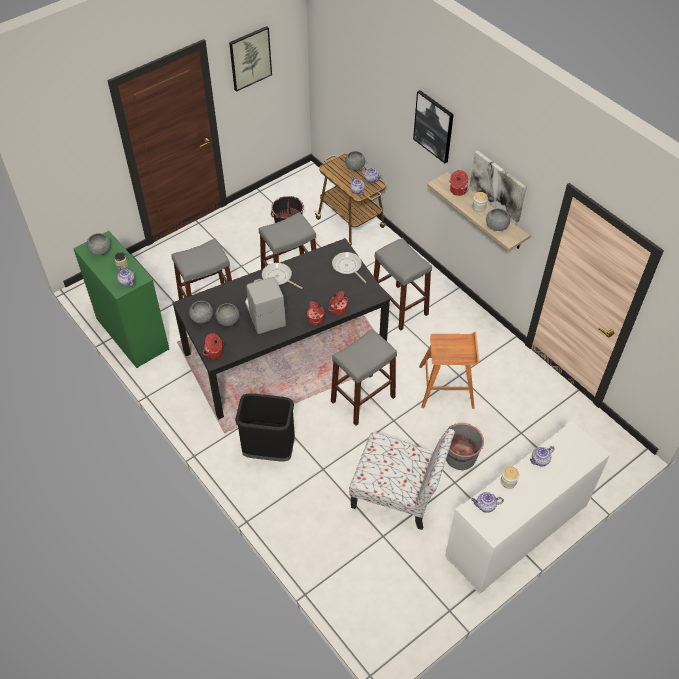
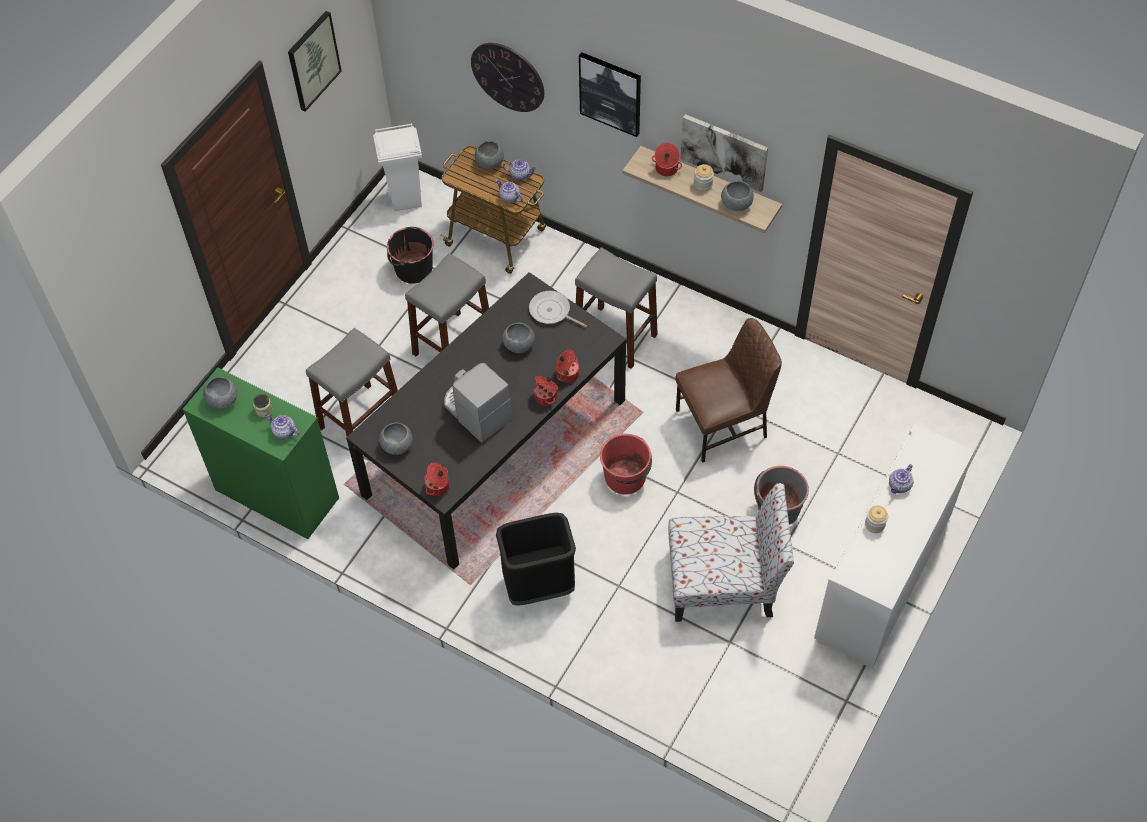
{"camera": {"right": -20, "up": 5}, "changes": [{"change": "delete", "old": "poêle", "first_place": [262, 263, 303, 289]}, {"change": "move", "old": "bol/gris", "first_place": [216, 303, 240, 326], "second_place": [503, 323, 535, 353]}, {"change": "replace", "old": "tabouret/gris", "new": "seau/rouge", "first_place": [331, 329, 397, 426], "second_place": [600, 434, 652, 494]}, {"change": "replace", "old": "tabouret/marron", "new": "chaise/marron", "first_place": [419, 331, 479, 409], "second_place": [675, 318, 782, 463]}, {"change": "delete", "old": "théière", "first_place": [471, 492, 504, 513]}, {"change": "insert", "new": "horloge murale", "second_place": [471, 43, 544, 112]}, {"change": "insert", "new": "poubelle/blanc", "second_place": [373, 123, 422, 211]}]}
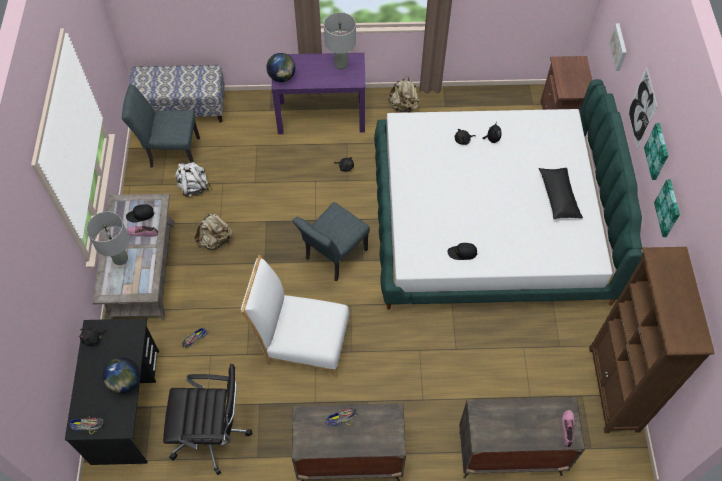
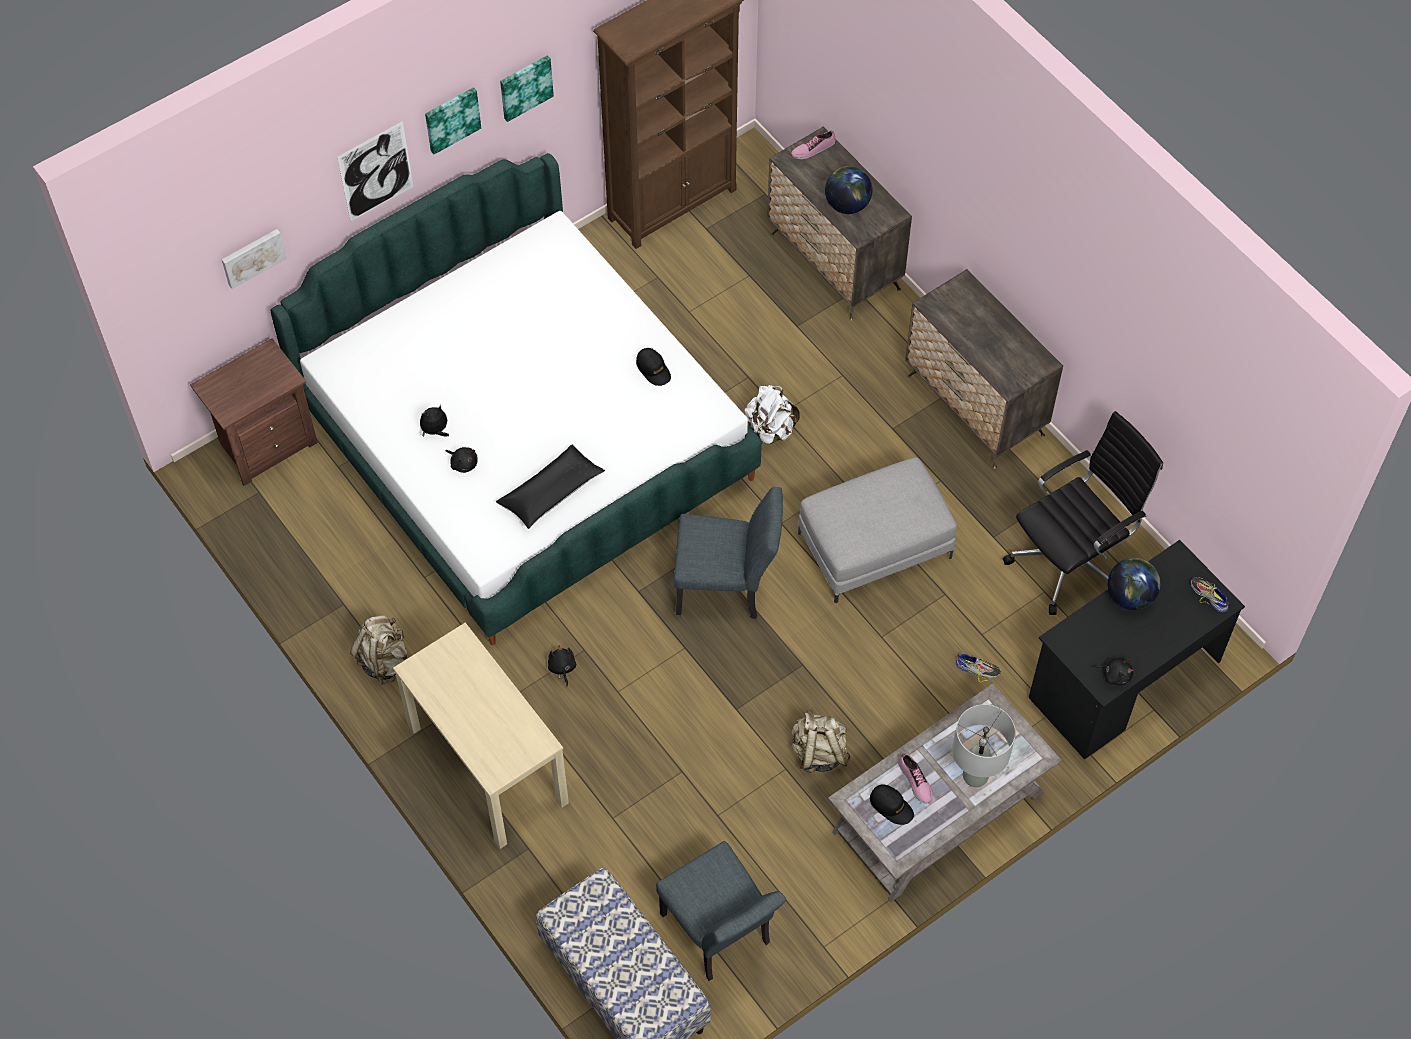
{"camera": {"right": -125, "up": 0}, "changes": [{"change": "delete", "old": "lampe de table/gris", "first_place": [324, 12, 356, 69]}, {"change": "move", "old": "globe", "first_place": [267, 53, 295, 82], "second_place": [825, 166, 872, 214]}, {"change": "recolor", "old": "table console/violet", "new": "table console/beige", "first_place": [271, 53, 366, 134], "second_place": [393, 623, 569, 849]}, {"change": "move", "old": "sac à dos/blanc", "first_place": [175, 162, 210, 197], "second_place": [745, 385, 800, 445]}, {"change": "move", "old": "coussin/noir", "first_place": [538, 168, 583, 219], "second_place": [496, 445, 605, 529]}, {"change": "replace", "old": "chaise/blanc", "new": "pouf/gris", "first_place": [241, 255, 351, 377], "second_place": [798, 457, 957, 603]}, {"change": "rotate", "old": "chaise de bureau/noir", "first_place": [163, 364, 253, 475], "second_place": [1003, 411, 1163, 615], "degrees": 90}, {"change": "delete", "old": "chaussure", "first_place": [326, 408, 357, 426]}]}
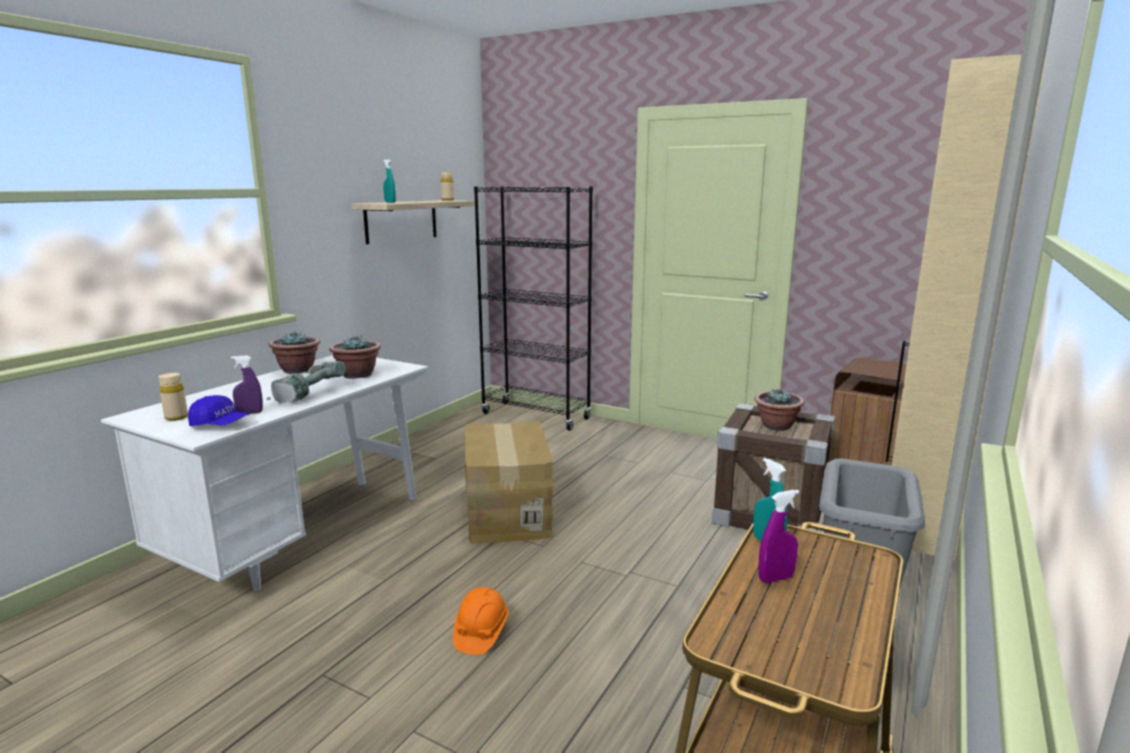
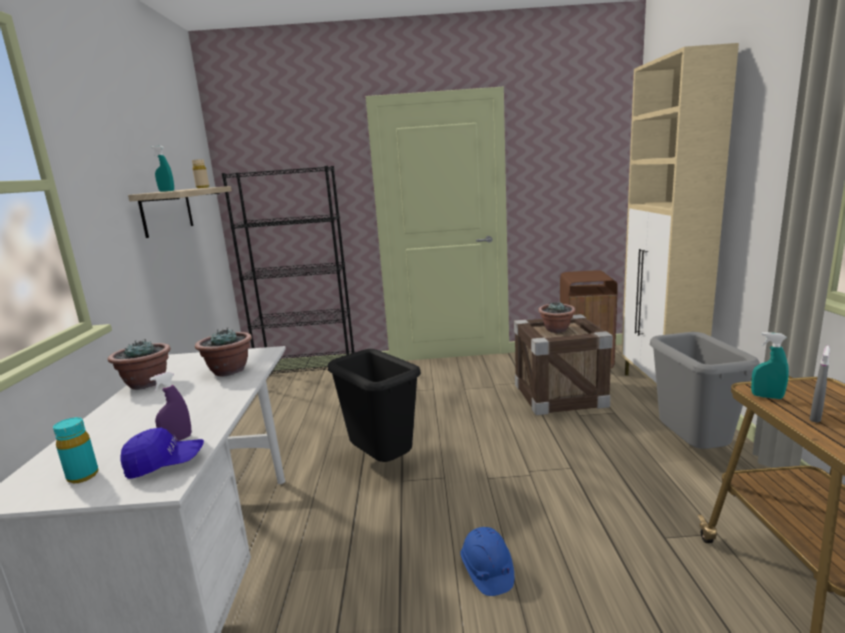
{"camera": {"right": -30, "up": 0}, "changes": [{"change": "delete", "old": "perceuse", "first_place": [266, 361, 346, 402]}, {"change": "recolor", "old": "bouteille/beige", "new": "bouteille/turquoise", "first_place": [159, 373, 188, 421], "second_place": [53, 417, 99, 483]}, {"change": "replace", "old": "carton", "new": "poubelle/noir", "first_place": [464, 421, 554, 544], "second_place": [328, 349, 421, 462]}, {"change": "recolor", "old": "vaporisateur/violet", "new": "vaporisateur/gris", "first_place": [758, 490, 799, 583], "second_place": [809, 346, 830, 423]}, {"change": "recolor", "old": "casque de chantier/orange", "new": "casque de chantier/bleu", "first_place": [453, 587, 509, 655], "second_place": [461, 527, 514, 596]}]}
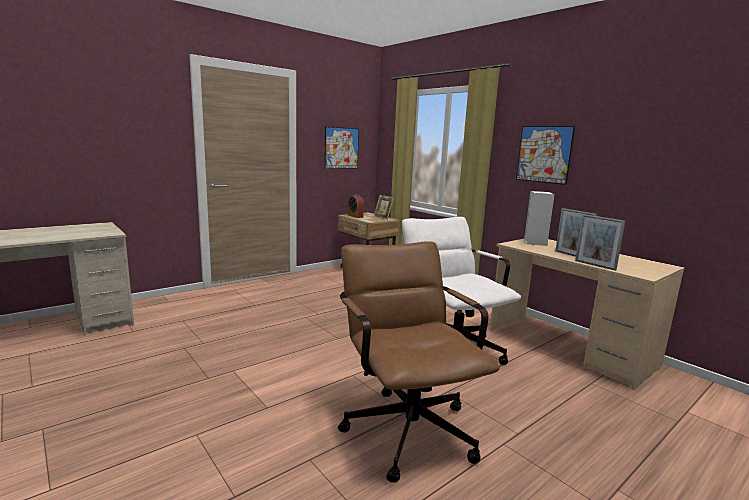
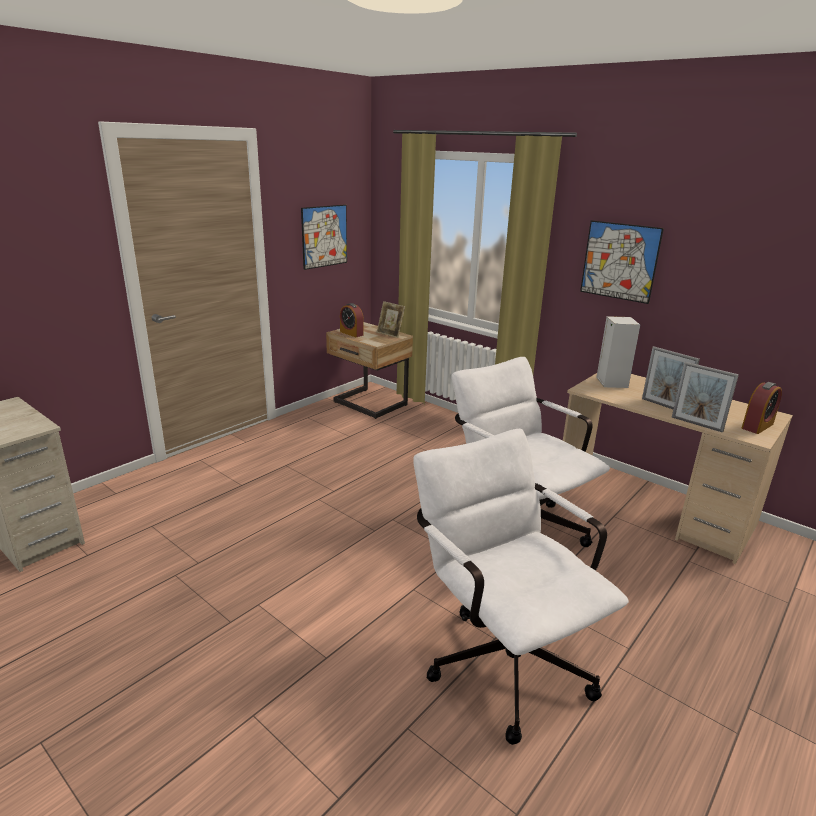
{"camera": {"right": -10, "up": 10}, "changes": [{"change": "recolor", "old": "chaise de bureau/marron", "new": "chaise de bureau/blanc", "first_place": [338, 241, 500, 483], "second_place": [413, 429, 629, 745]}, {"change": "insert", "new": "réveil", "second_place": [742, 382, 782, 434]}]}
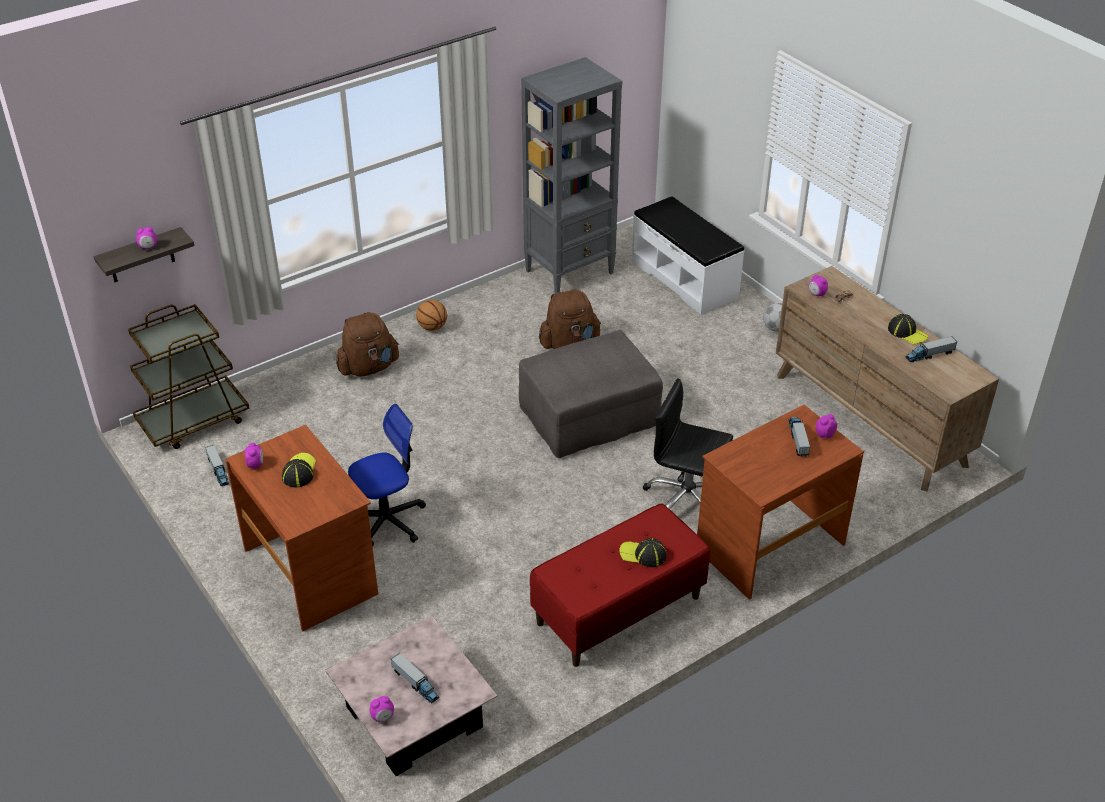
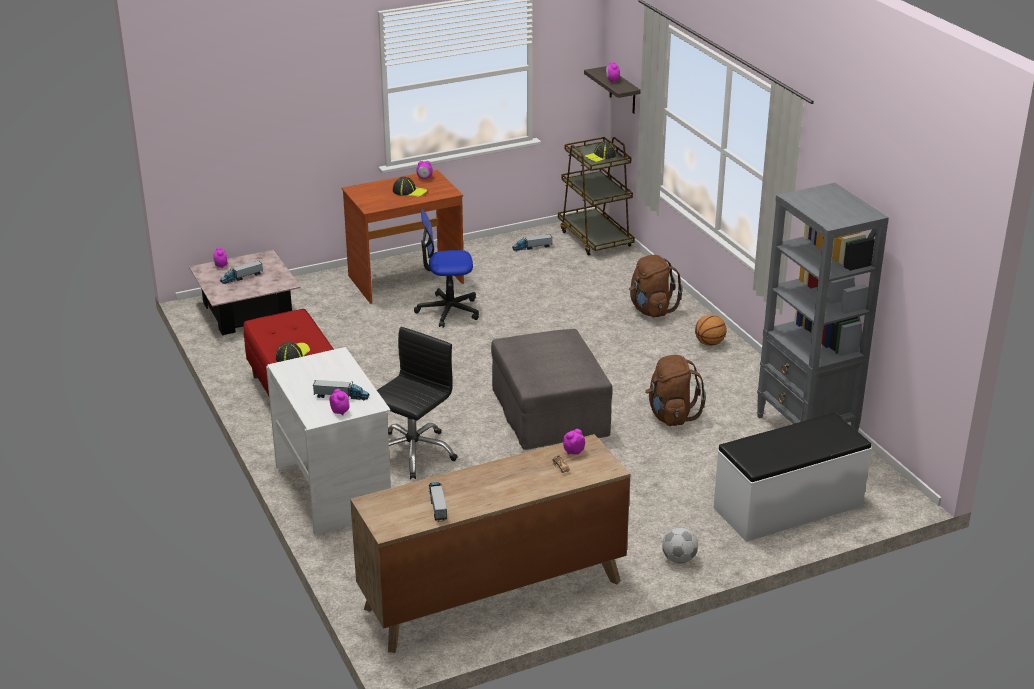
{"camera": {"right": 100, "up": -10}, "changes": [{"change": "move", "old": "casquette", "first_place": [888, 314, 928, 344], "second_place": [585, 141, 616, 162]}, {"change": "rotate", "old": "chaise de bureau", "first_place": [348, 404, 426, 547], "second_place": [414, 209, 479, 327], "degrees": 105}, {"change": "recolor", "old": "bureau/marron", "new": "bureau/blanc", "first_place": [697, 405, 864, 600], "second_place": [266, 347, 391, 535]}]}
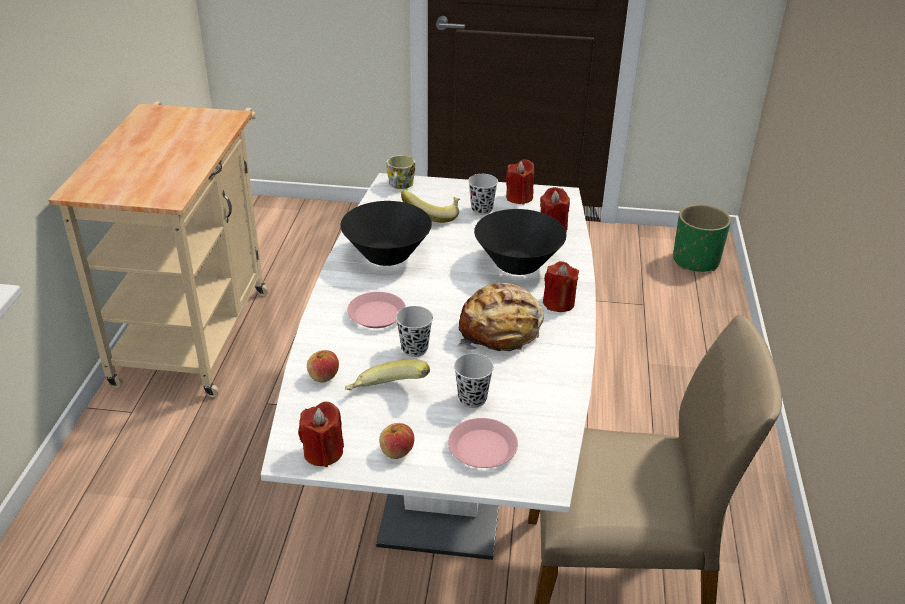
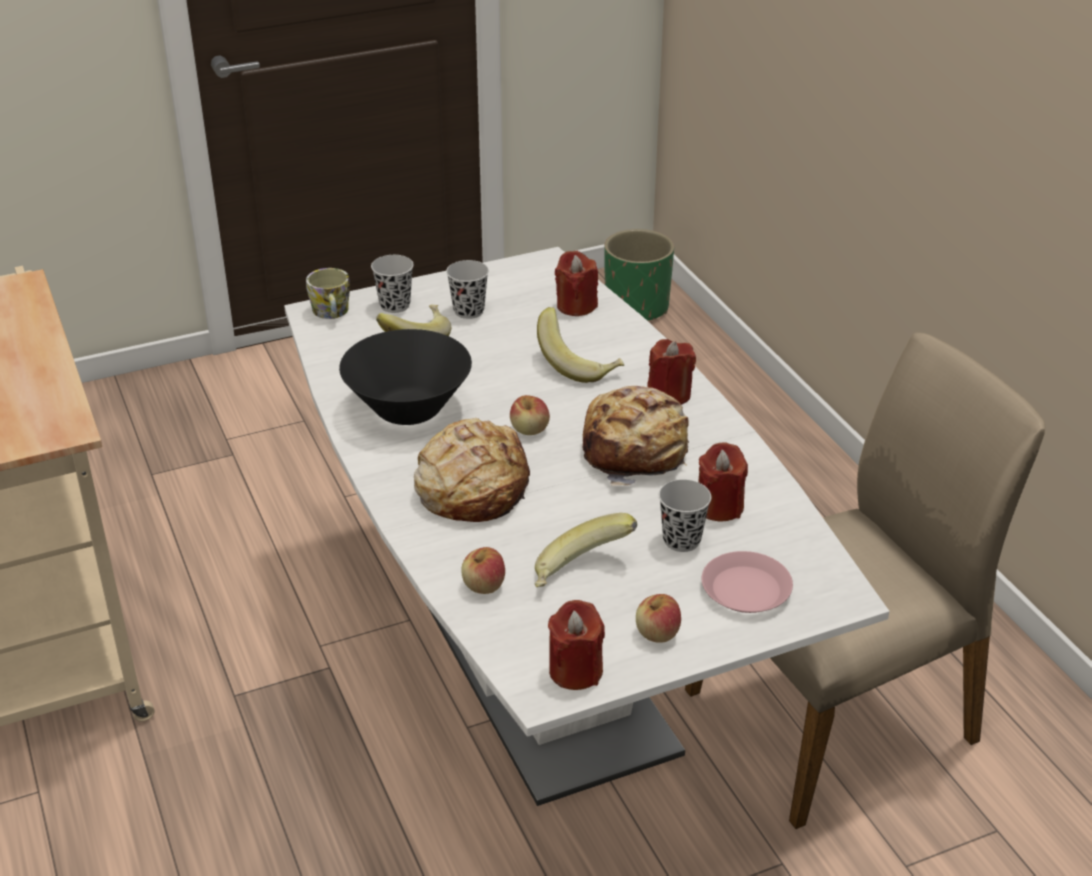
{"camera": {"right": -30, "up": 0}, "changes": [{"change": "move", "old": "bougie/rouge", "first_place": [506, 159, 534, 204], "second_place": [699, 442, 748, 522]}, {"change": "replace", "old": "bol/noir", "new": "banane", "first_place": [474, 209, 566, 275], "second_place": [537, 307, 624, 383]}, {"change": "replace", "old": "assiette/rose", "new": "pain", "first_place": [347, 292, 406, 328], "second_place": [414, 418, 530, 522]}, {"change": "move", "old": "tasse/noir", "first_place": [396, 306, 433, 357], "second_place": [371, 255, 414, 313]}, {"change": "insert", "new": "pomme", "second_place": [510, 395, 550, 435]}]}
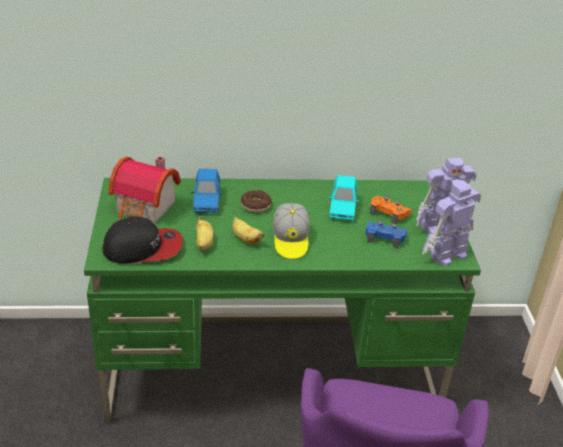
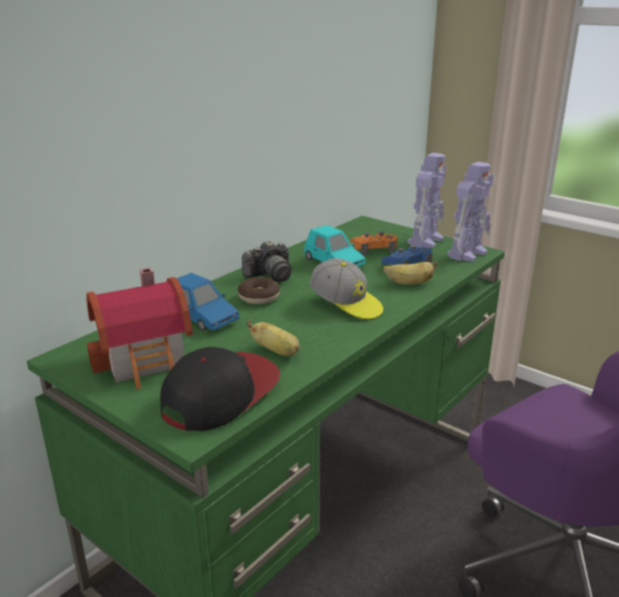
{"camera": {"right": -45, "up": -10}, "changes": [{"change": "rotate", "old": "robot jouet", "first_place": [422, 179, 481, 266], "second_place": [447, 162, 494, 262], "degrees": -150}, {"change": "move", "old": "banane", "first_place": [232, 217, 264, 244], "second_place": [383, 261, 438, 285]}, {"change": "insert", "new": "appareil photo", "second_place": [242, 241, 291, 282]}]}
